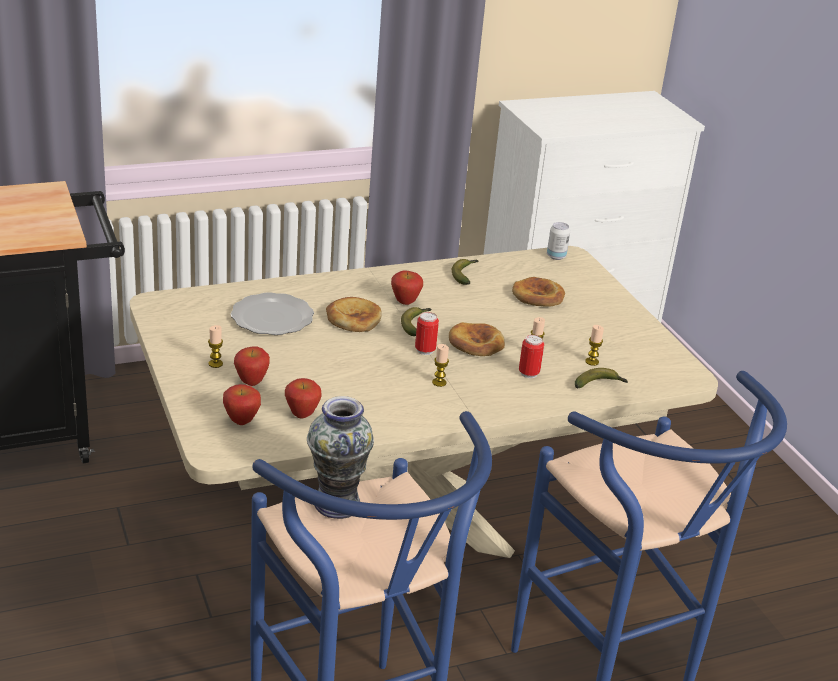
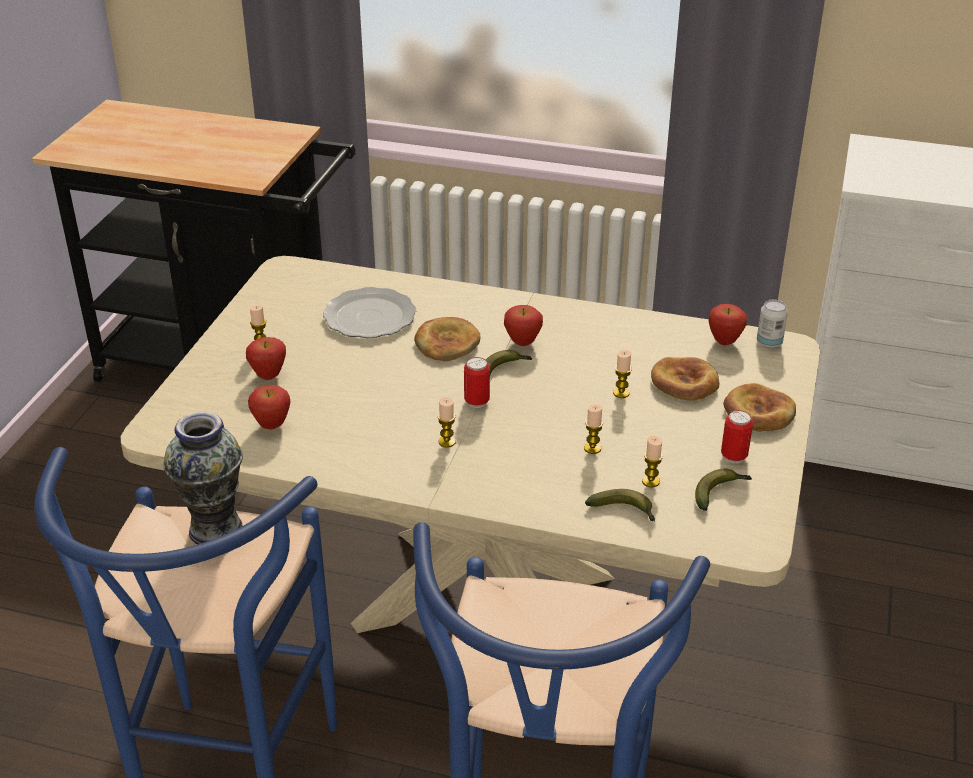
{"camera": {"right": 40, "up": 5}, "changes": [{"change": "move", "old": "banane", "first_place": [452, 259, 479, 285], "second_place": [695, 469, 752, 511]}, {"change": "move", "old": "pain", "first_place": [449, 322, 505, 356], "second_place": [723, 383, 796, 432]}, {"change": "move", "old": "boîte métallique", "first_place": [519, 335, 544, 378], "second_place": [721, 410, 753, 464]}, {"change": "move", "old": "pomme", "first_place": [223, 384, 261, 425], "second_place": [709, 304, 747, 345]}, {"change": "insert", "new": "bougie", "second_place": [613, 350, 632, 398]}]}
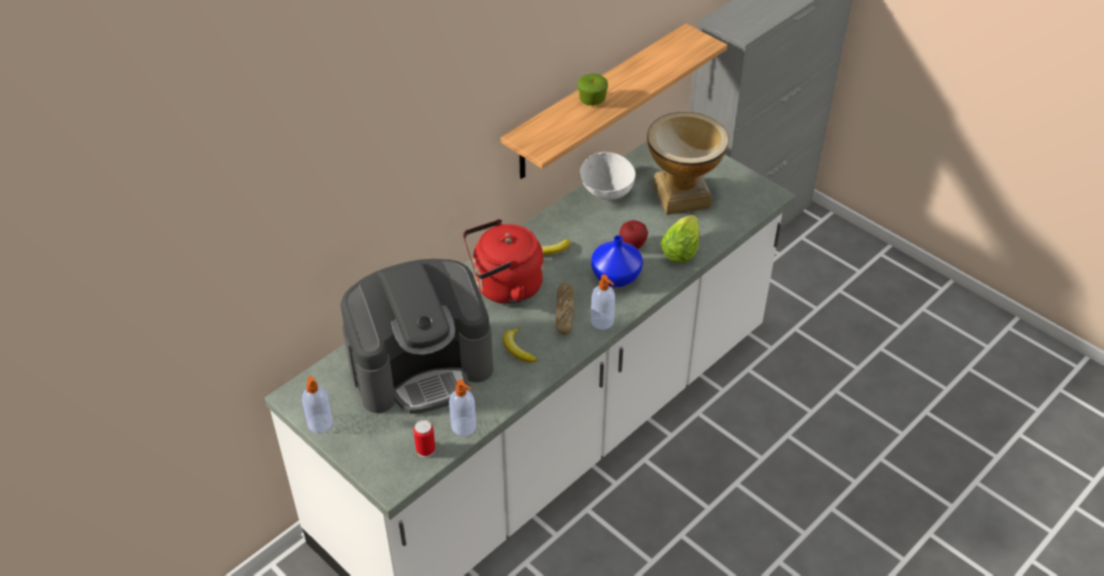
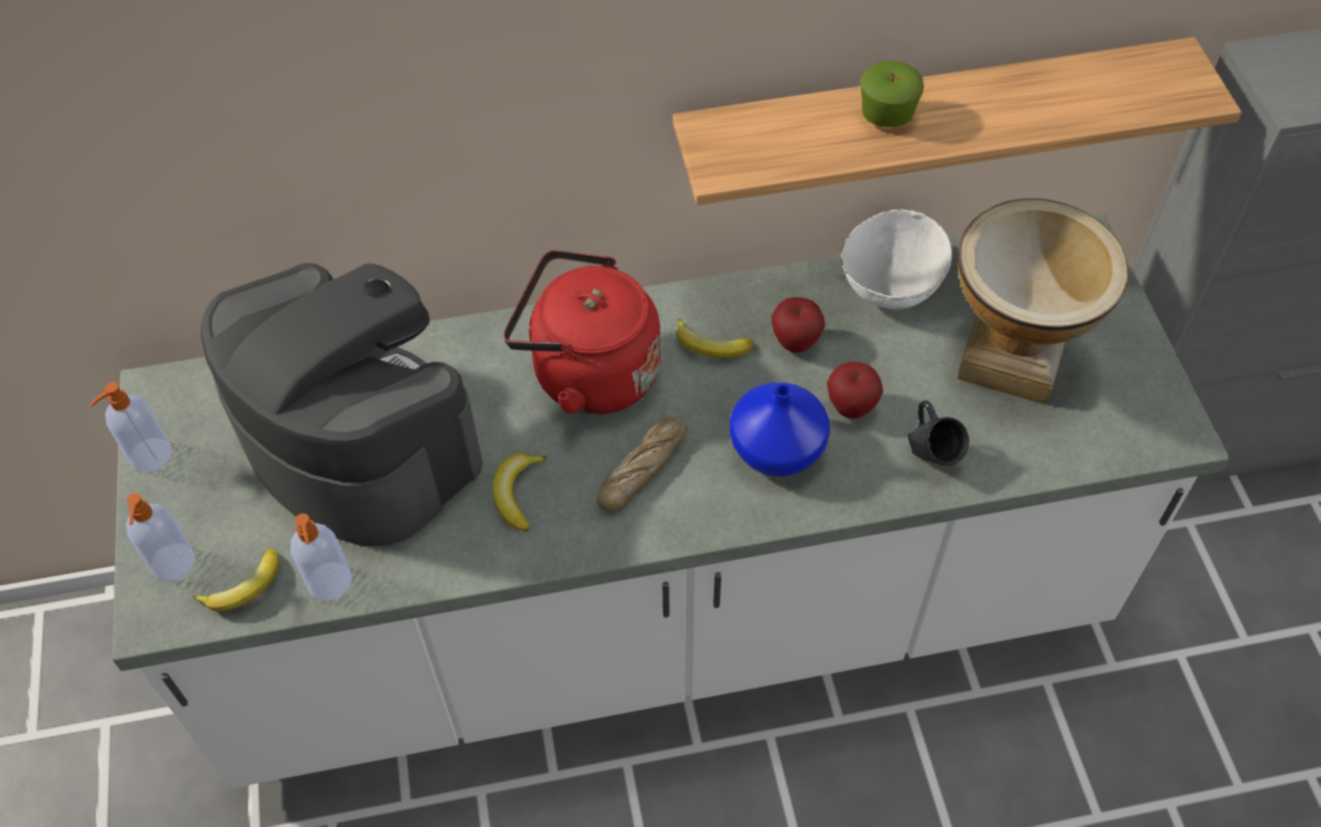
{"camera": {"right": 35, "up": 10}, "changes": [{"change": "replace", "old": "laitue", "new": "mug/bleu", "first_place": [660, 215, 699, 263], "second_place": [908, 400, 969, 466]}, {"change": "rotate", "old": "machine à café", "first_place": [340, 259, 493, 414], "second_place": [201, 263, 483, 547], "degrees": -150}, {"change": "move", "old": "distributeur de savon", "first_place": [591, 275, 615, 330], "second_place": [126, 493, 195, 581]}, {"change": "replace", "old": "boîte métallique", "new": "banane", "first_place": [413, 420, 435, 457], "second_place": [193, 548, 280, 611]}, {"change": "insert", "new": "pomme", "second_place": [771, 297, 825, 353]}]}
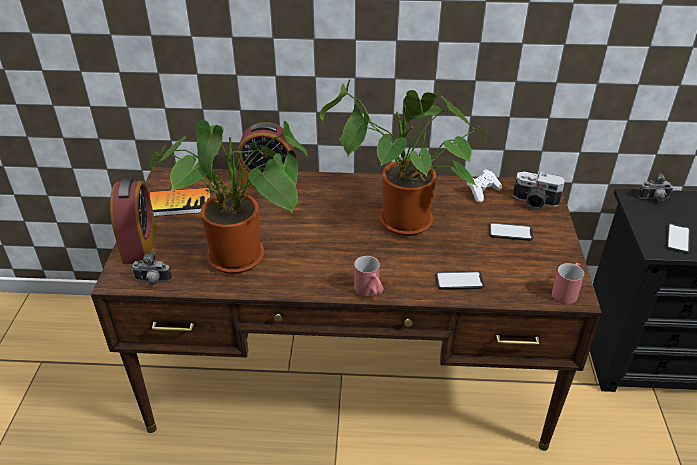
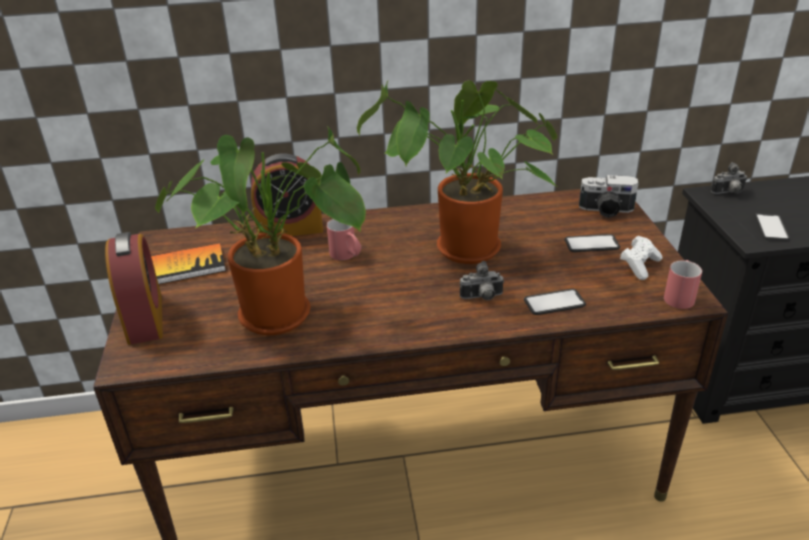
{"camera": {"right": -10, "up": -5}, "changes": [{"change": "move", "old": "manette/blanc", "first_place": [467, 169, 502, 203], "second_place": [620, 236, 662, 280]}, {"change": "move", "old": "appareil photo", "first_place": [132, 252, 172, 285], "second_place": [460, 261, 504, 300]}, {"change": "move", "old": "mug/rouge", "first_place": [354, 256, 383, 296], "second_place": [327, 219, 361, 260]}]}
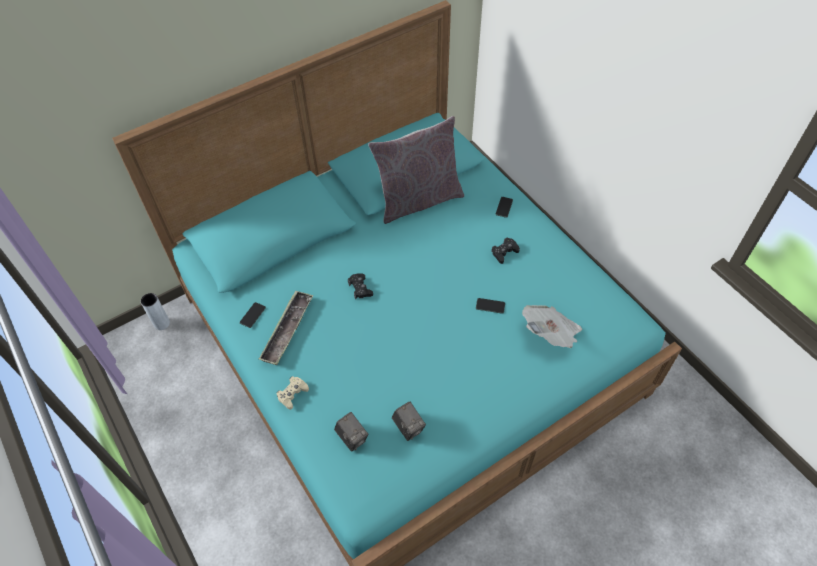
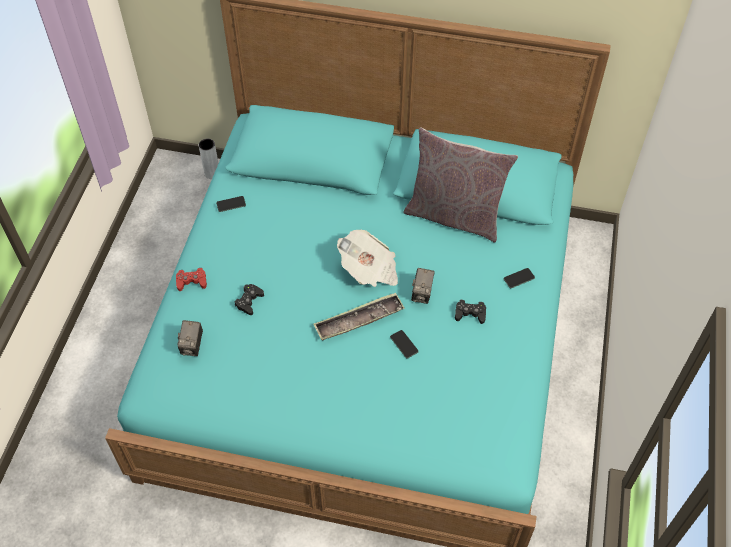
{"camera": {"right": 45, "up": 0}, "changes": [{"change": "move", "old": "manette/noir", "first_place": [348, 273, 373, 299], "second_place": [235, 284, 264, 315]}, {"change": "move", "old": "plateau", "first_place": [259, 290, 313, 365], "second_place": [314, 293, 405, 340]}, {"change": "move", "old": "journal", "first_place": [522, 305, 582, 348], "second_place": [337, 230, 398, 287]}, {"change": "recolor", "old": "manette/beige", "new": "manette/rouge", "first_place": [277, 376, 309, 410], "second_place": [176, 268, 207, 291]}, {"change": "move", "old": "appareil photo", "first_place": [392, 402, 426, 441], "second_place": [411, 268, 435, 304]}]}
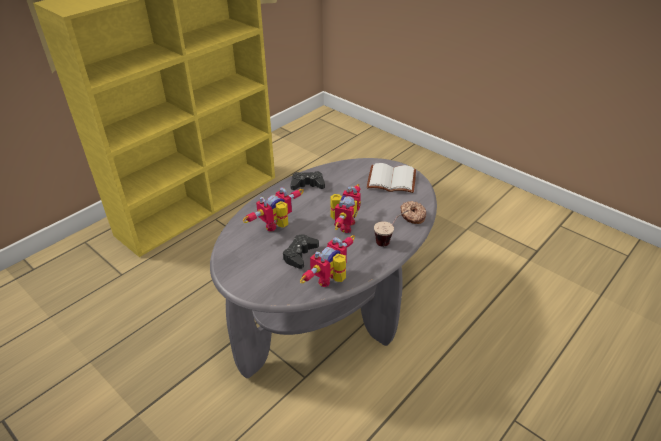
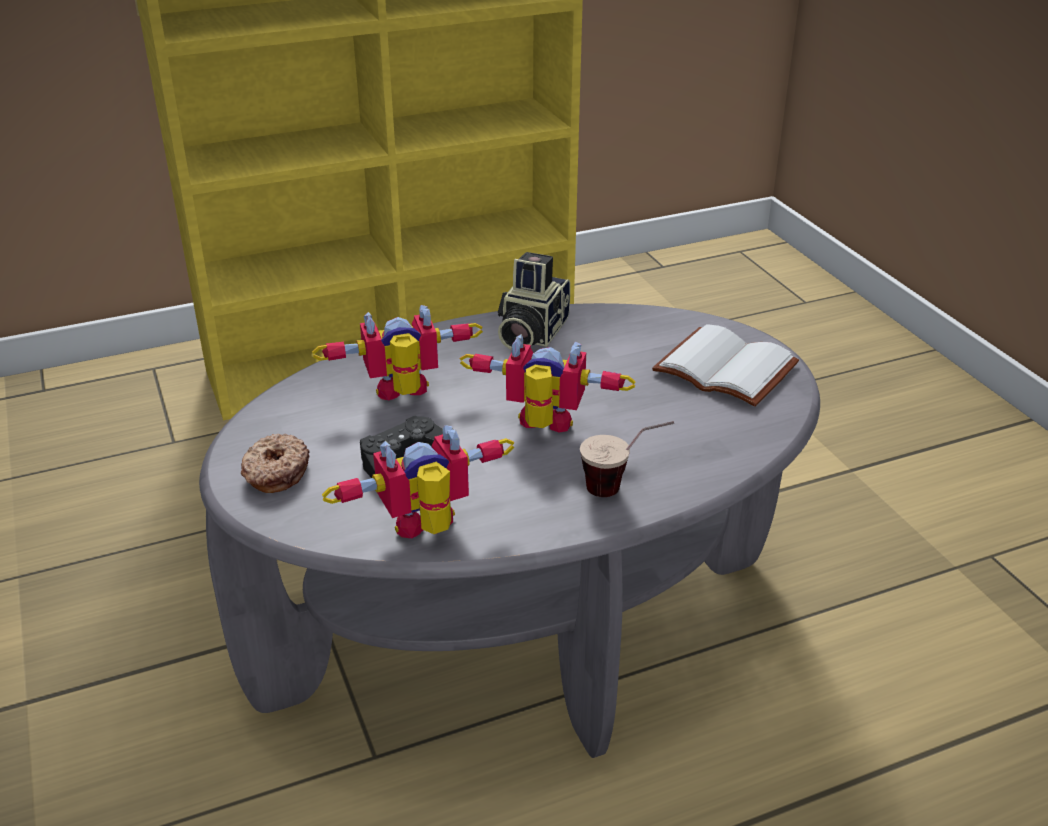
{"camera": {"right": 25, "up": -5}, "changes": [{"change": "replace", "old": "manette/noir", "new": "appareil photo", "first_place": [290, 171, 325, 190], "second_place": [498, 252, 570, 350]}, {"change": "rotate", "old": "robot jouet", "first_place": [330, 184, 361, 233], "second_place": [460, 334, 636, 433], "degrees": -120}, {"change": "move", "old": "beignet", "first_place": [400, 201, 426, 224], "second_place": [241, 434, 310, 493]}]}
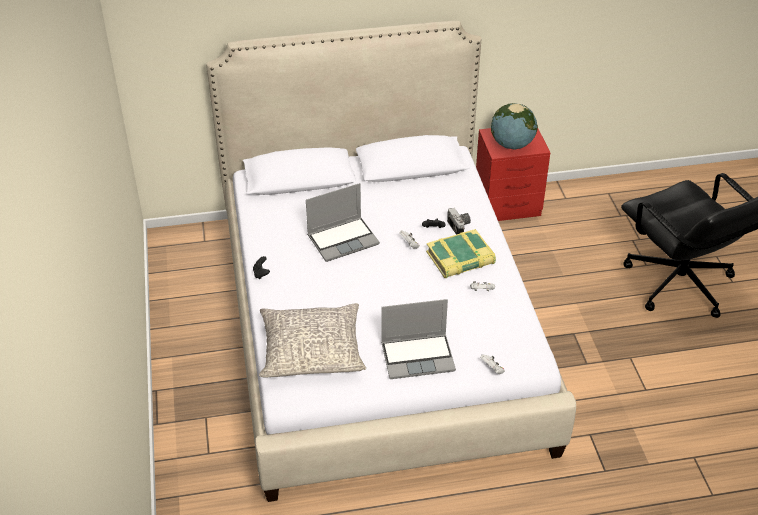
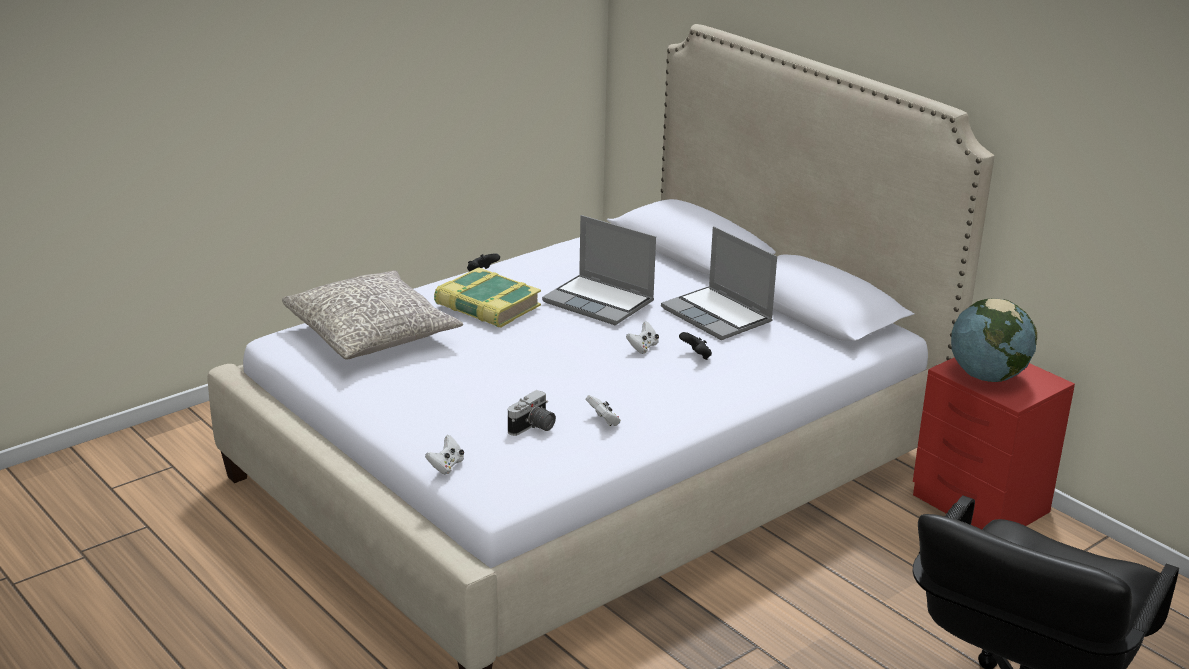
{"camera": {"right": 60, "up": -15}, "changes": [{"change": "move", "old": "appareil photo", "first_place": [447, 208, 471, 235], "second_place": [508, 390, 556, 436]}, {"change": "move", "old": "livre", "first_place": [426, 229, 496, 278], "second_place": [434, 267, 541, 328]}, {"change": "move", "old": "ordinateur portable", "first_place": [381, 299, 456, 379], "second_place": [661, 226, 777, 340]}]}
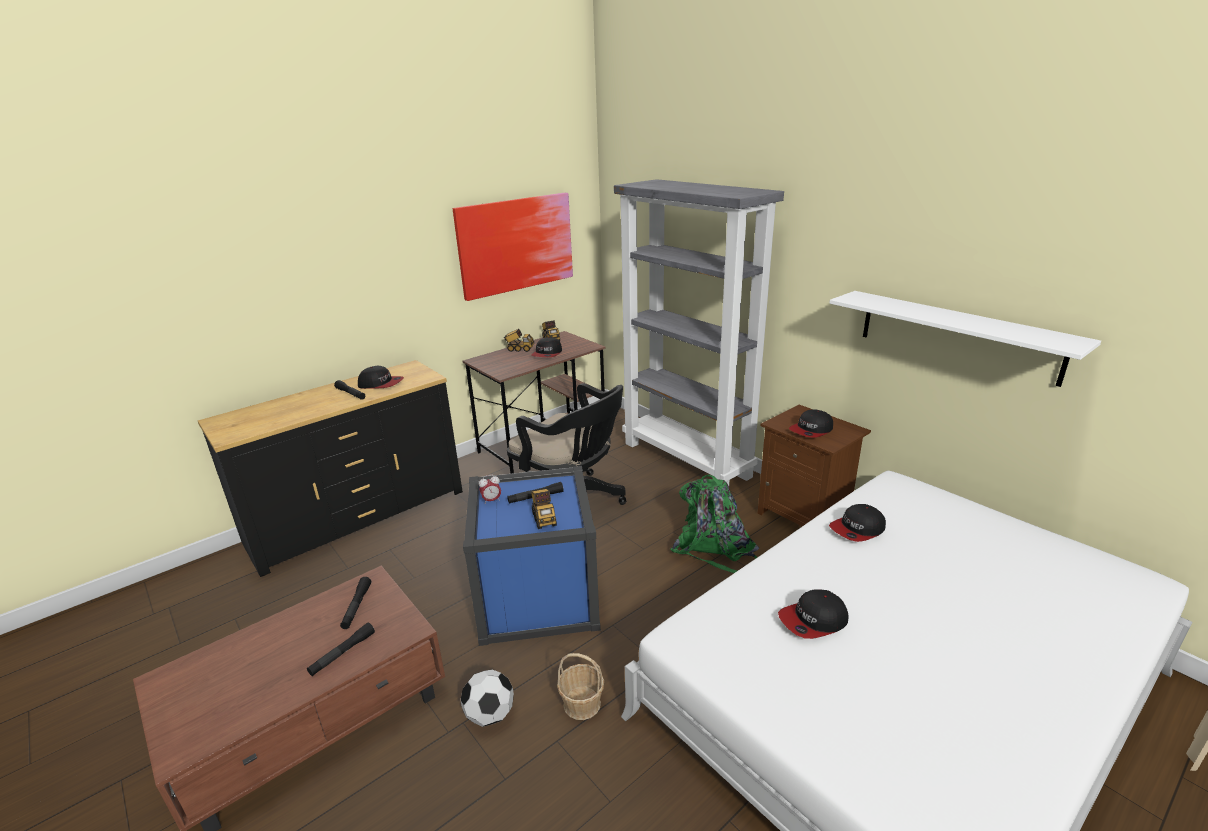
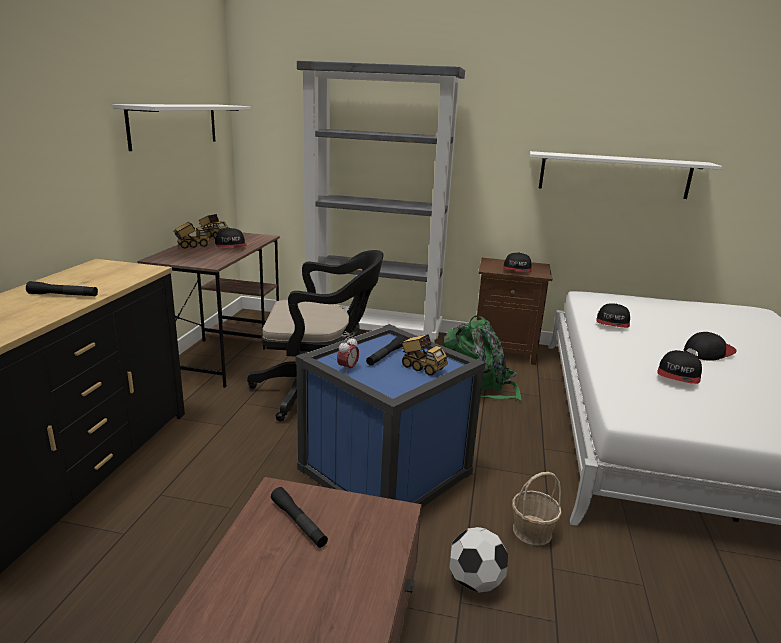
{"camera": {"right": -40, "up": -5}, "changes": [{"change": "replace", "old": "tableau", "new": "étagère/blanc", "first_place": [453, 193, 573, 301], "second_place": [112, 104, 251, 151]}, {"change": "move", "old": "casquette", "first_place": [358, 366, 404, 389], "second_place": [684, 332, 737, 361]}, {"change": "delete", "old": "lampe de poche/noir", "first_place": [307, 623, 375, 676]}]}
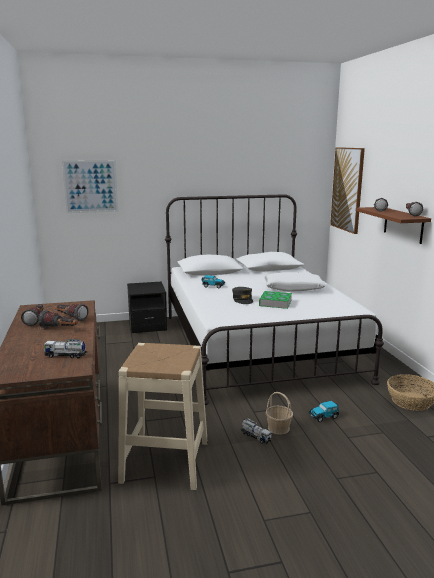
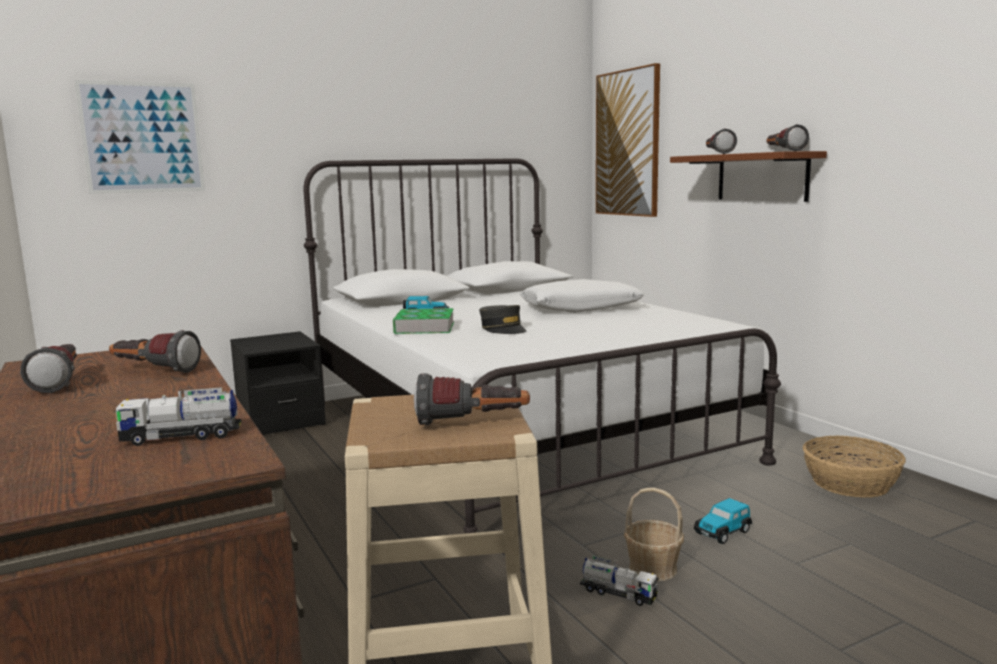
{"camera": {"right": -15, "up": -5}, "changes": [{"change": "move", "old": "livre", "first_place": [259, 291, 292, 309], "second_place": [393, 308, 454, 334]}, {"change": "move", "old": "lampe de poche", "first_place": [38, 310, 78, 328], "second_place": [414, 373, 530, 425]}]}
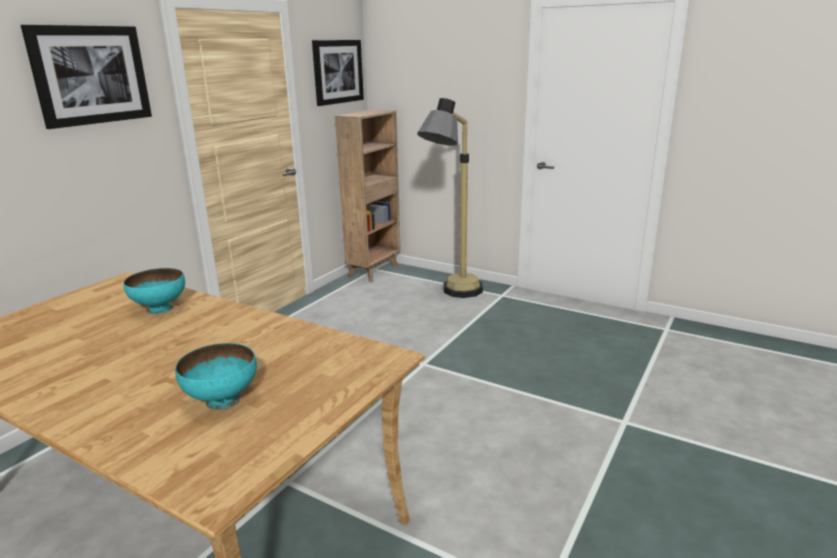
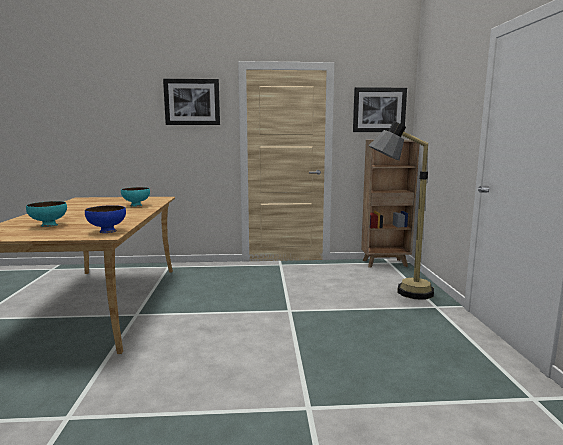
{"camera": {"right": 55, "up": -10}, "changes": [{"change": "insert", "new": "bol/bleu", "second_place": [85, 205, 126, 233]}]}
